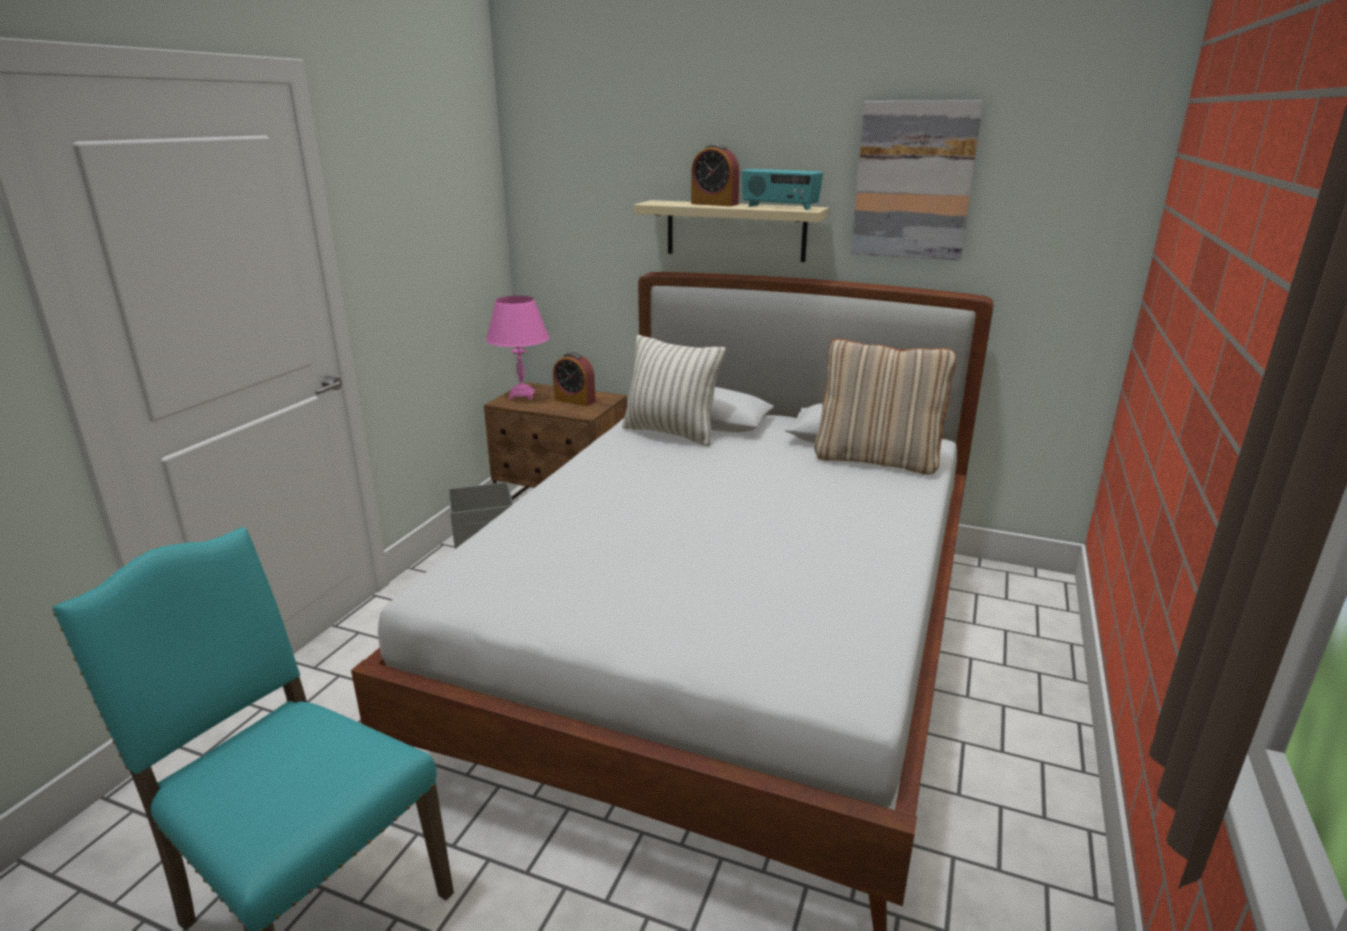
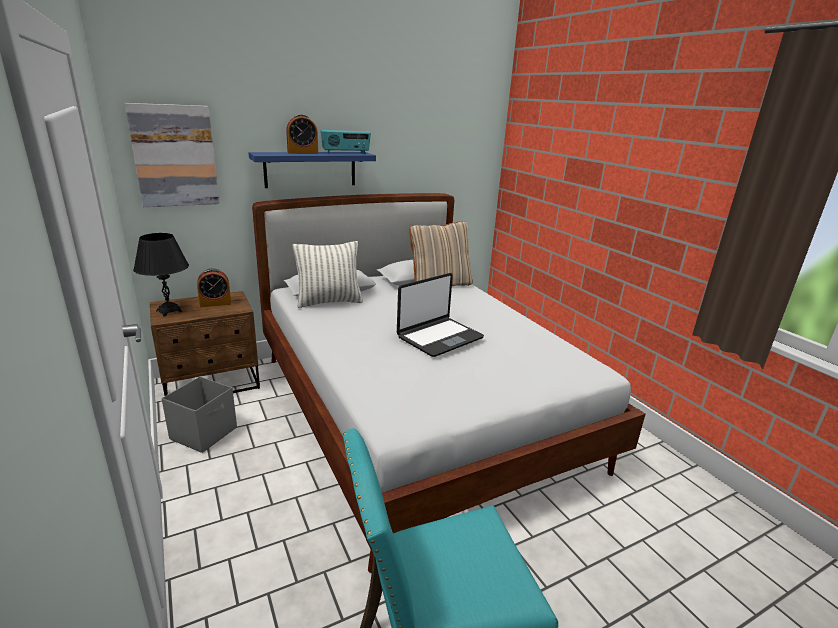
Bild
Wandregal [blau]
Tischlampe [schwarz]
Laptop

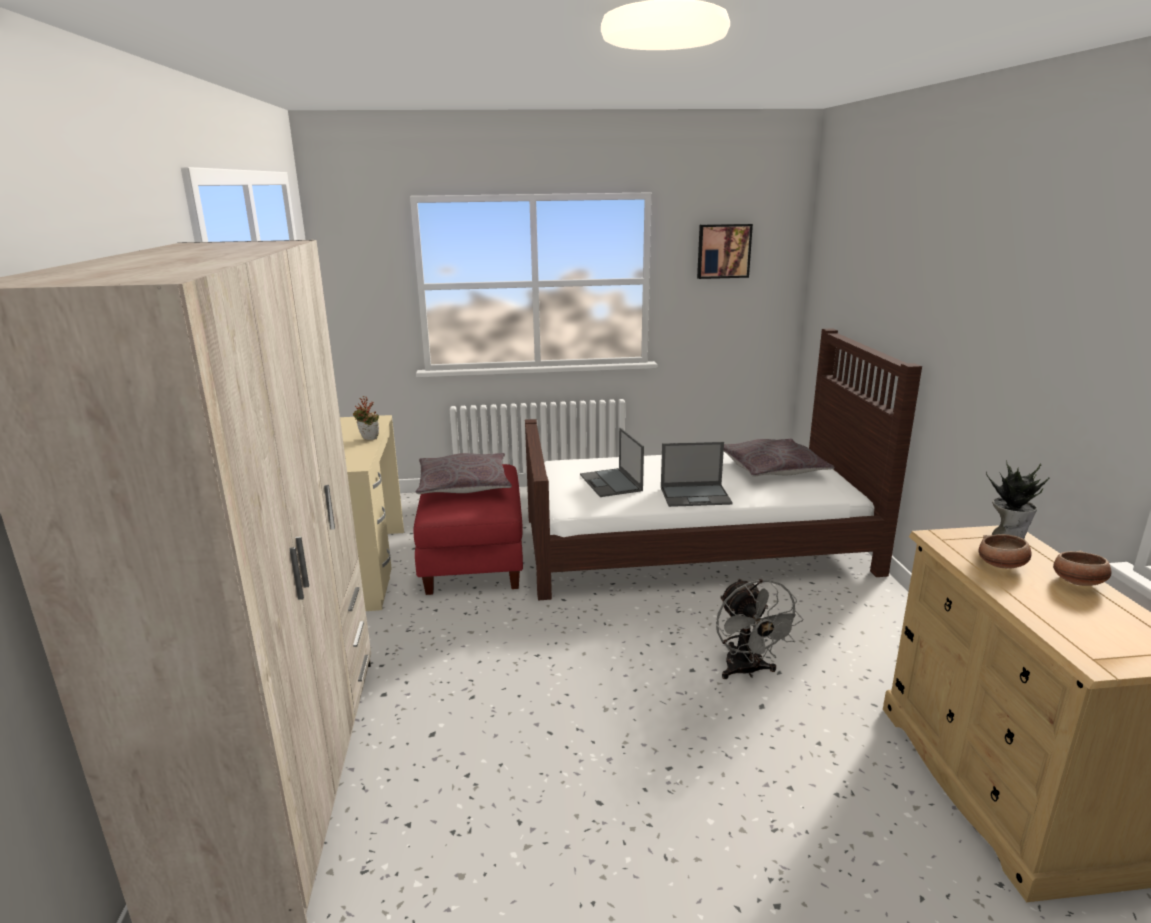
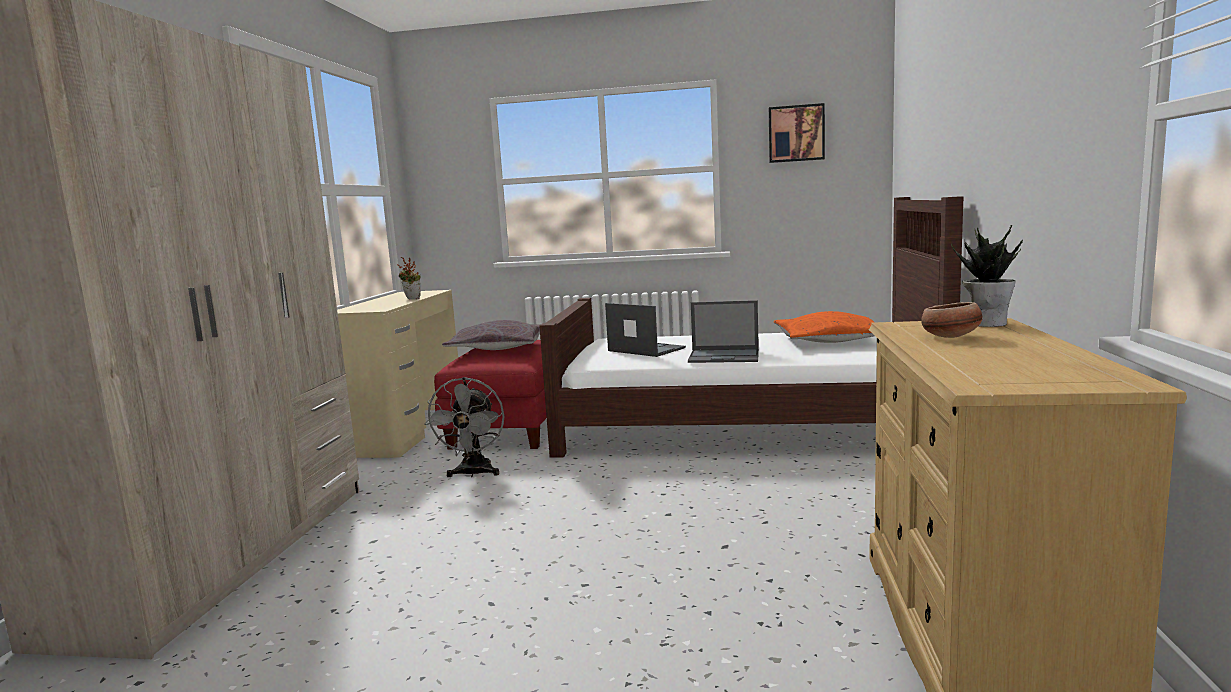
Laptop (1st from left)
Kissen [orange]
Schüssel (2nd from left in the first image)
Ventilator [grau]

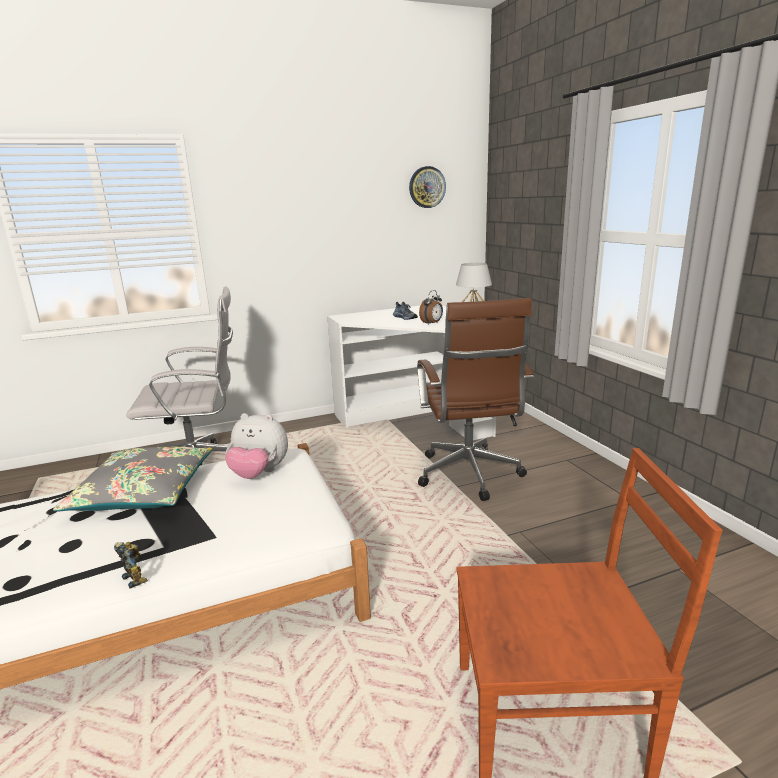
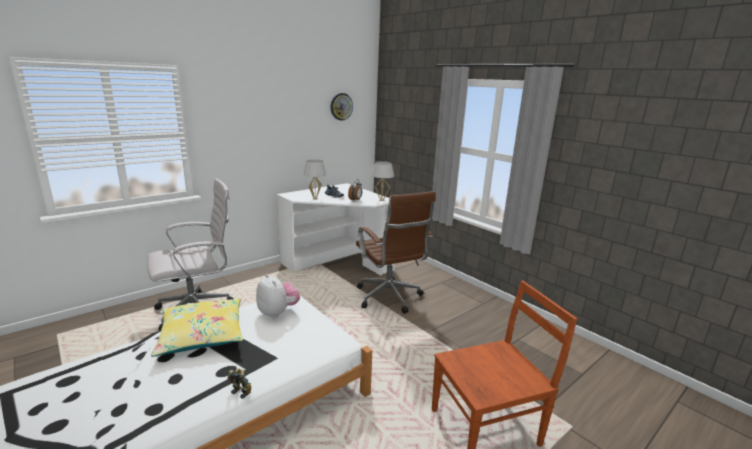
Plüschtier
Kissen [gelb]
Tischlampe [weiß] (1st from left)

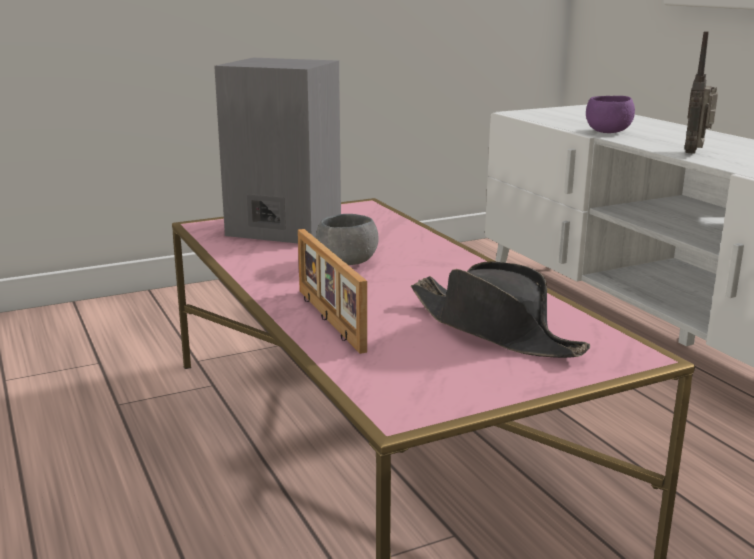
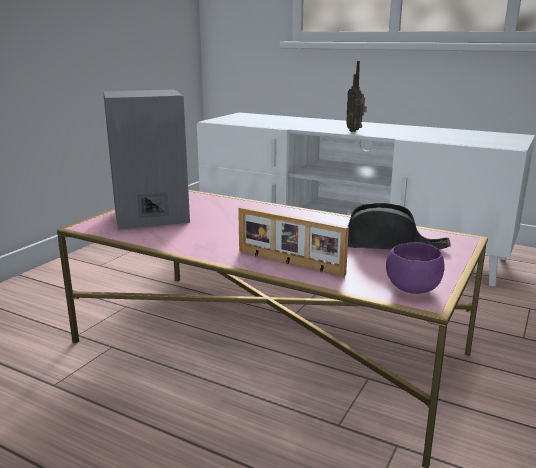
Schüssel [lila]
Schüssel [grau]

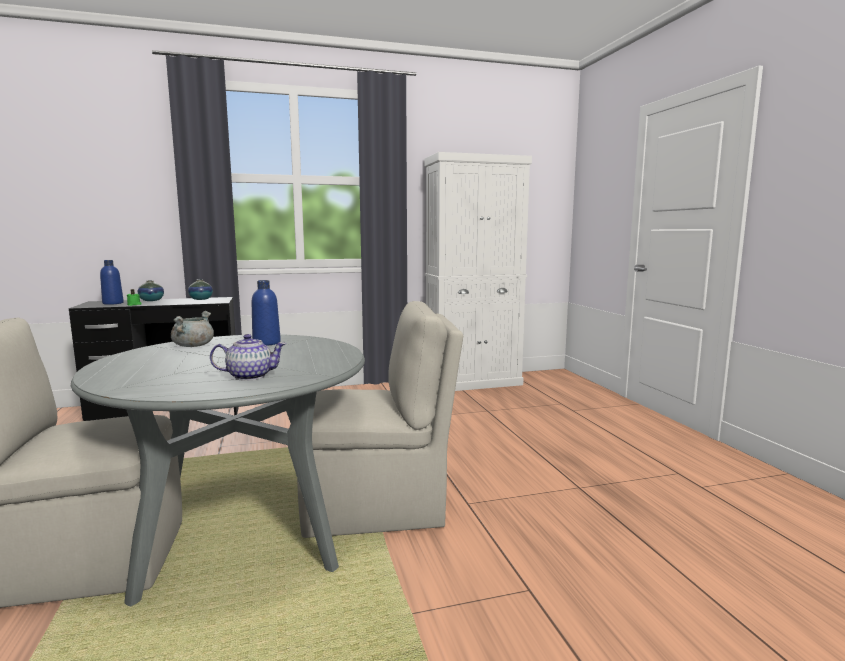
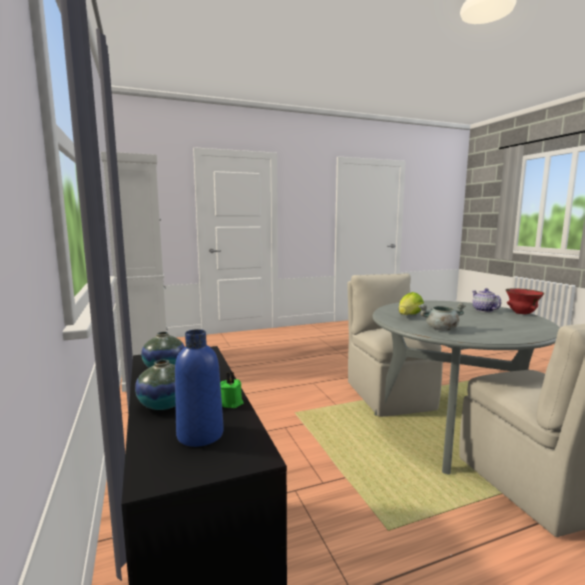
Salatkopf
Schüssel [rot]

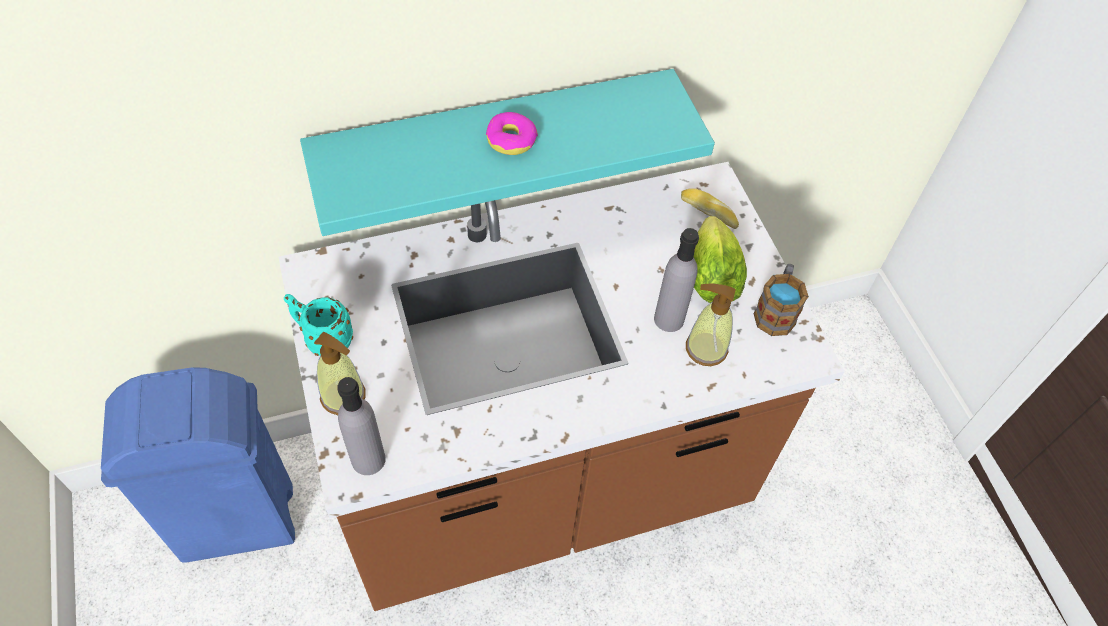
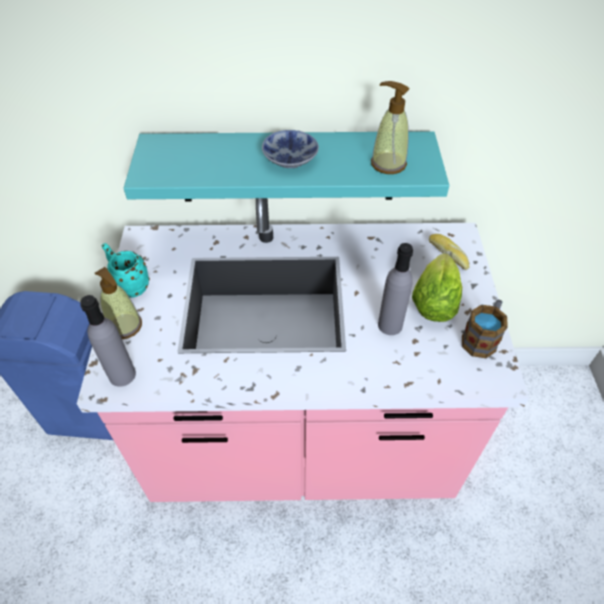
Schüssel
Küchenzeile [rosa]
Seifenspender (2nd from left)

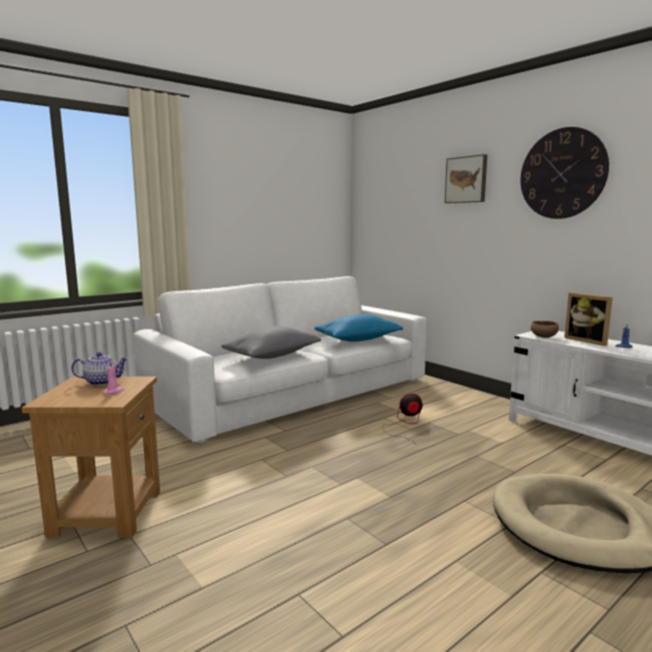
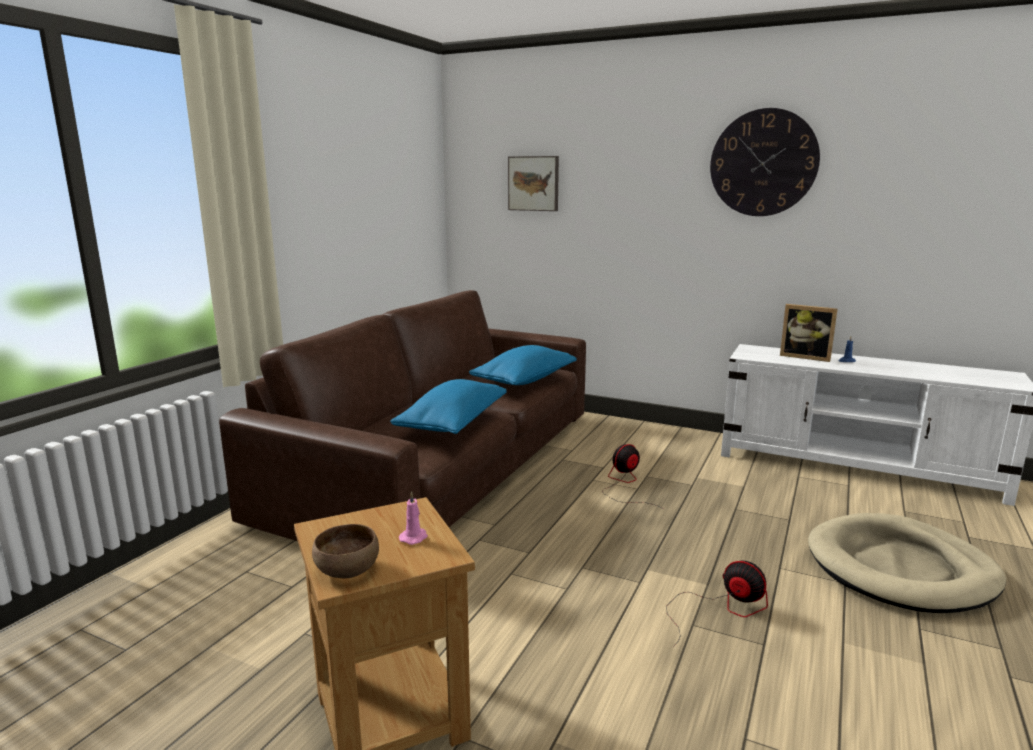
Bild
Sofa [braun]
Schüssel [braun]
Kissen [blau] (1st from left)
Teekanne
Ventilator (2nd from left)

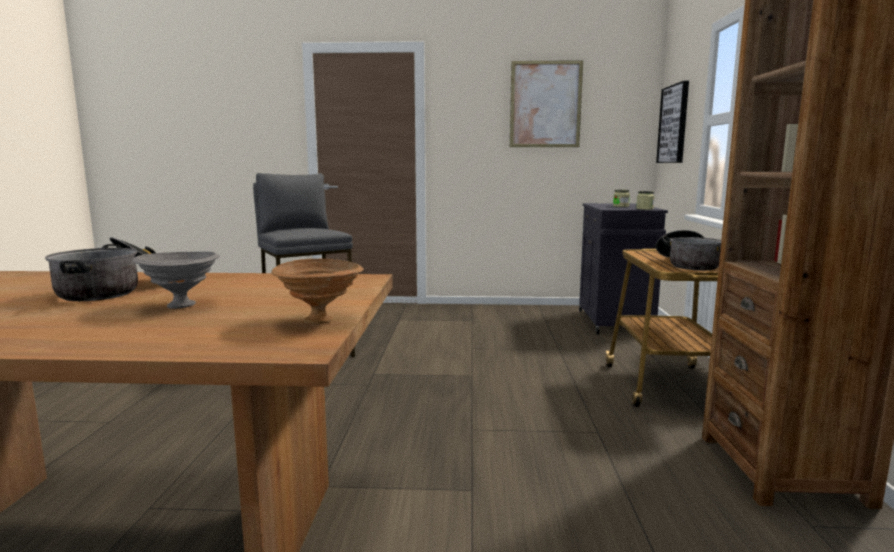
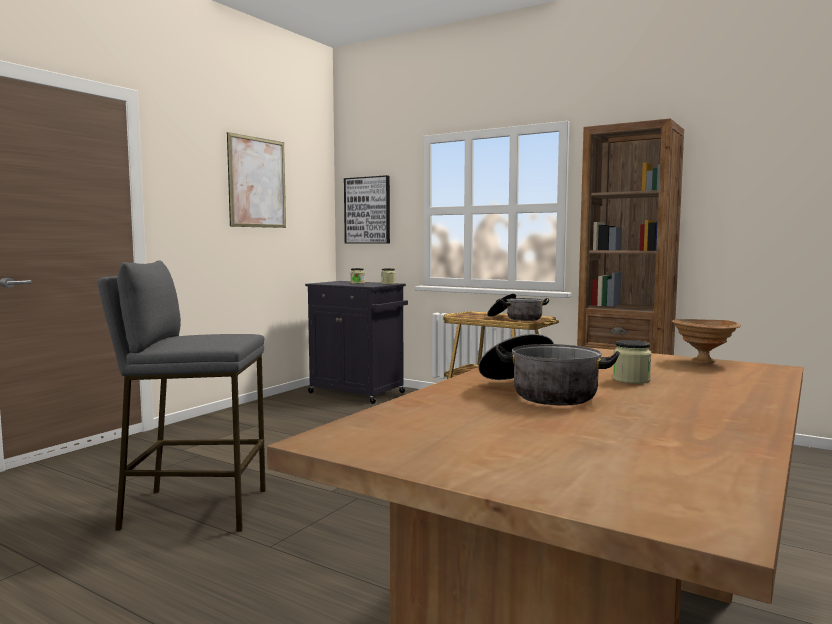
Vorratsglas (3rd from left)

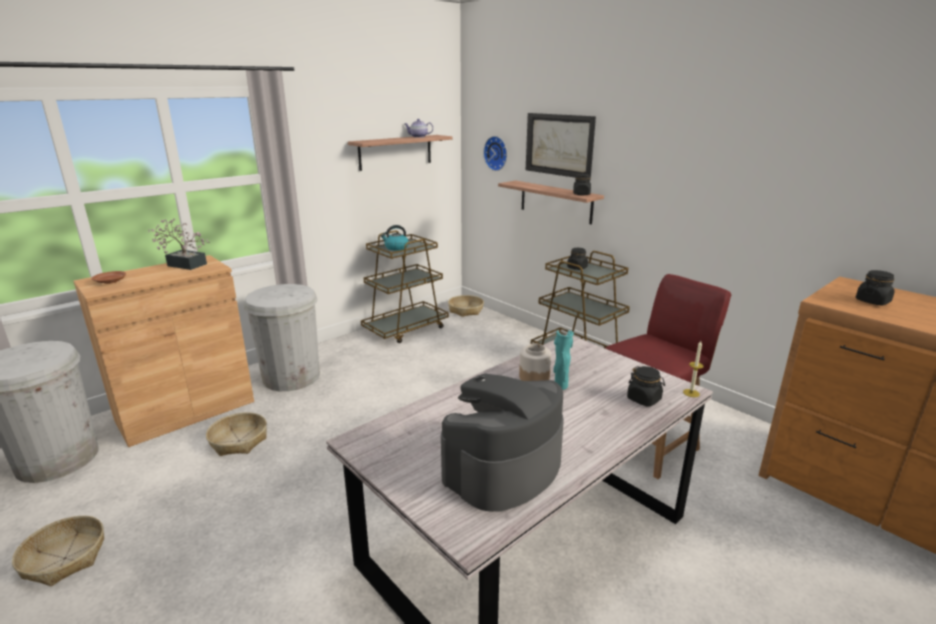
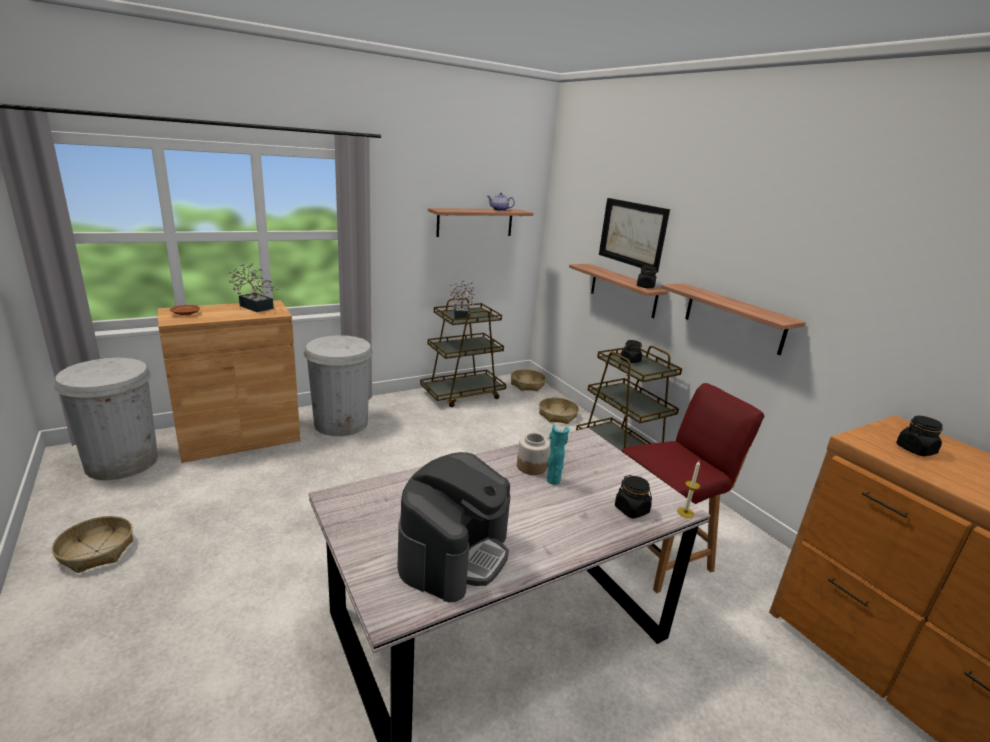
Wanduhr
Topfpflanze (2nd from left)
Kaffeemaschine
Korb (3rd from left)
Wandregal (3rd from left)

